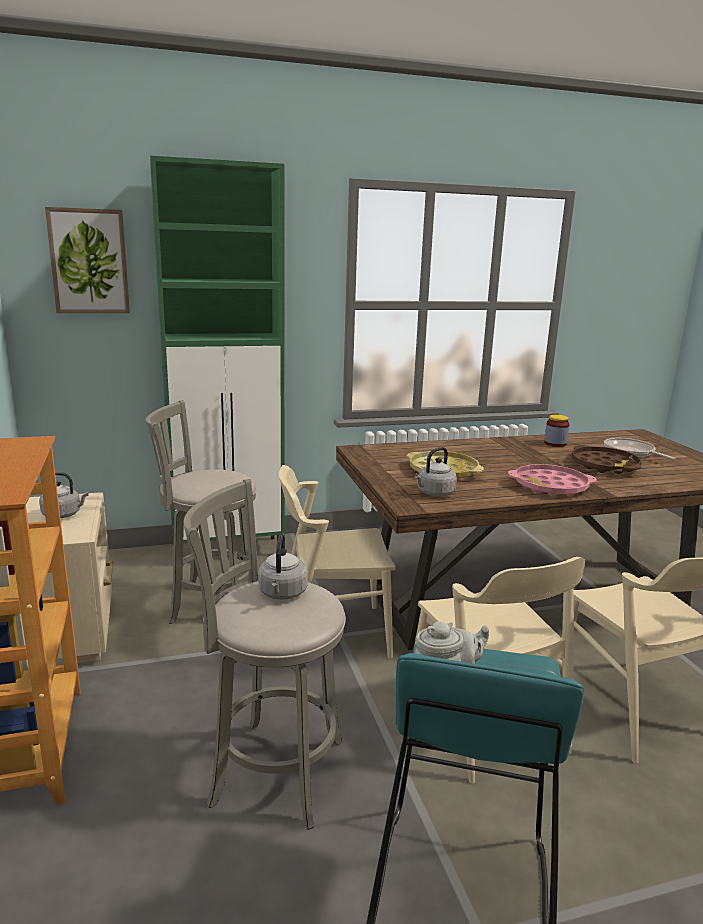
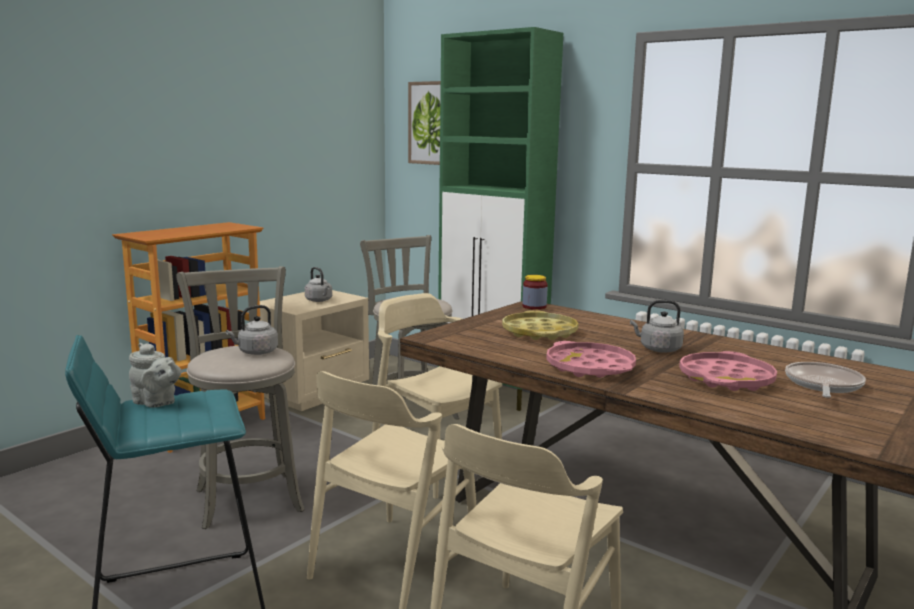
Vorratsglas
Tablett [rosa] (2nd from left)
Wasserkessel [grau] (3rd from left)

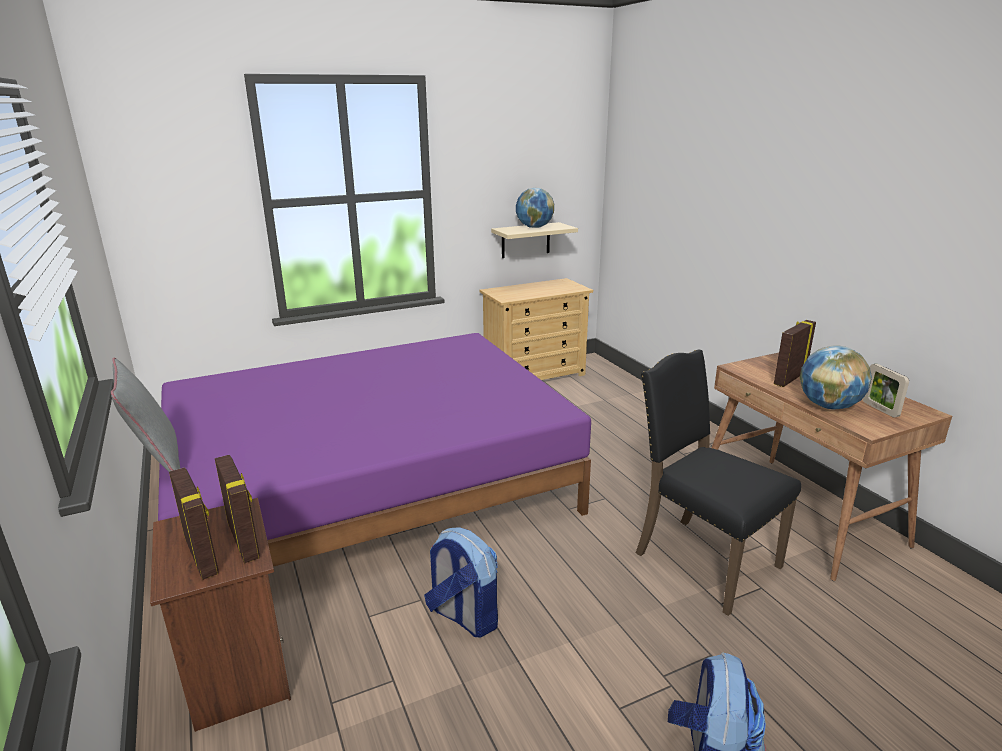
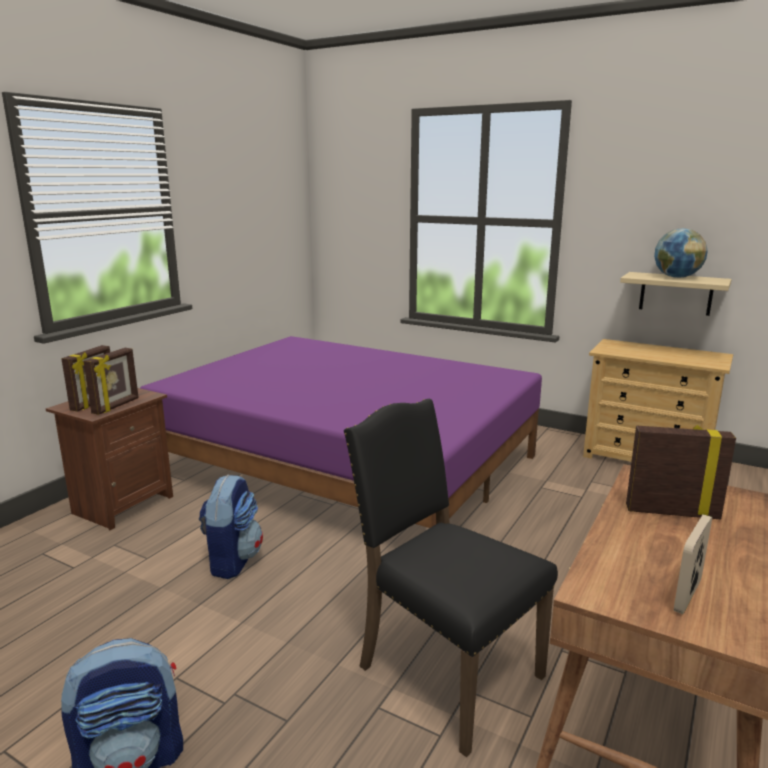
Globus (2nd from left in the first image)
Stuhl [schwarz]
Kissen [grau]

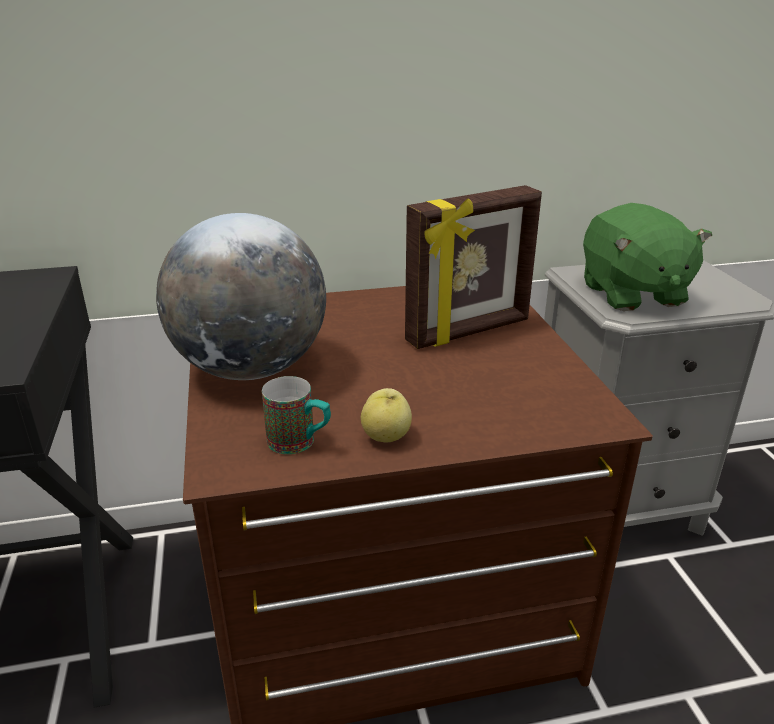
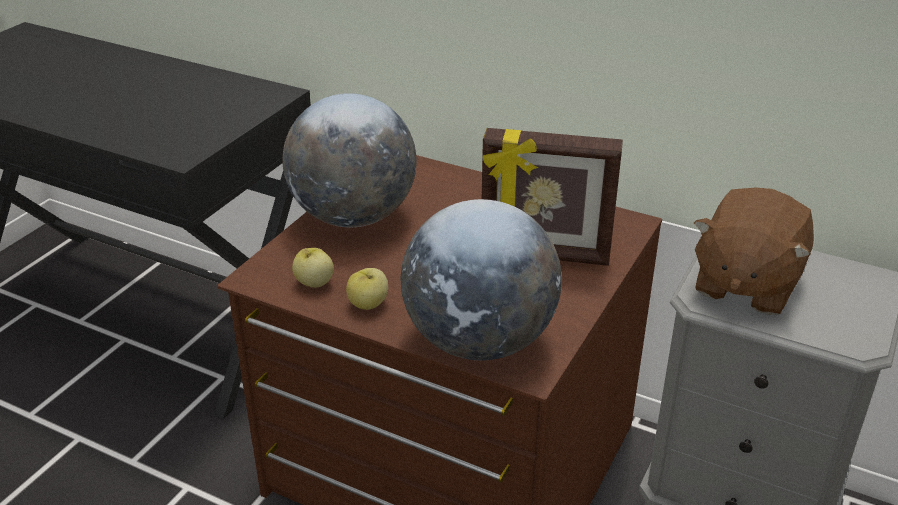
Plüschtier [braun]
Apfel (1st from left)
Globus (2nd from left)

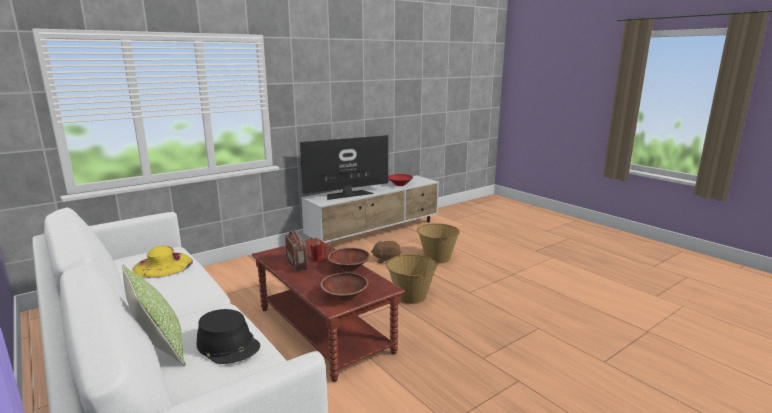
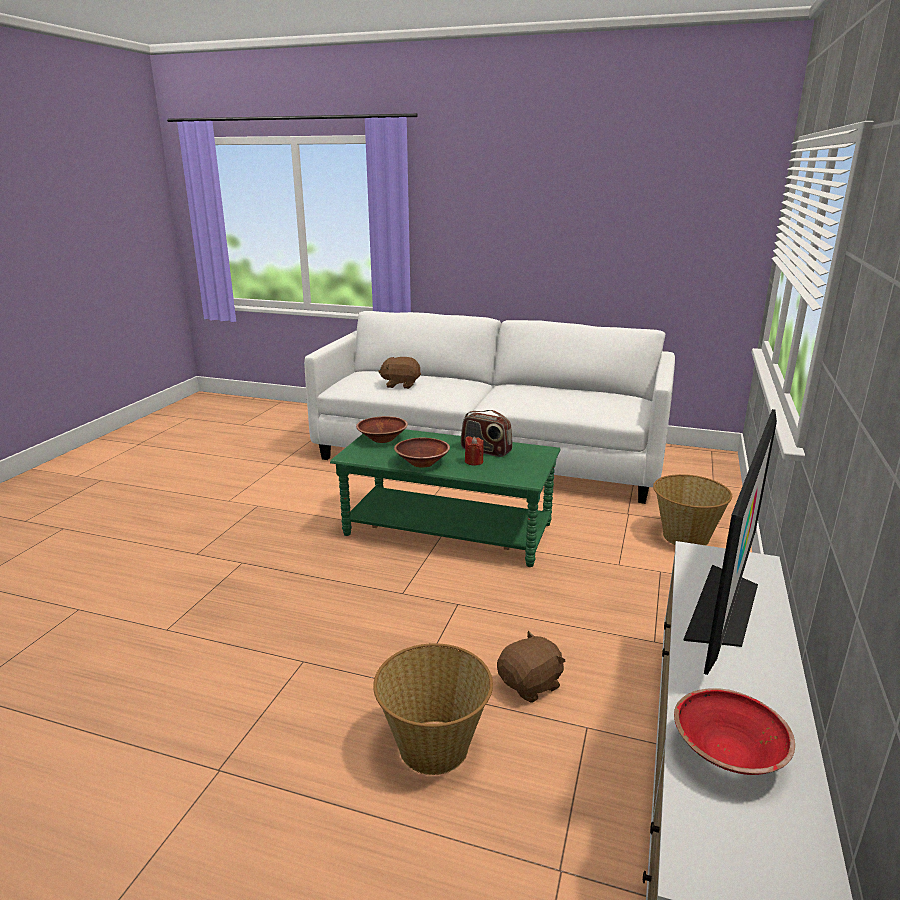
Couchtisch [grün]
Hut [gelb]
Korb (2nd from left)
Kissen
Plüschtier [braun] (1st from left)

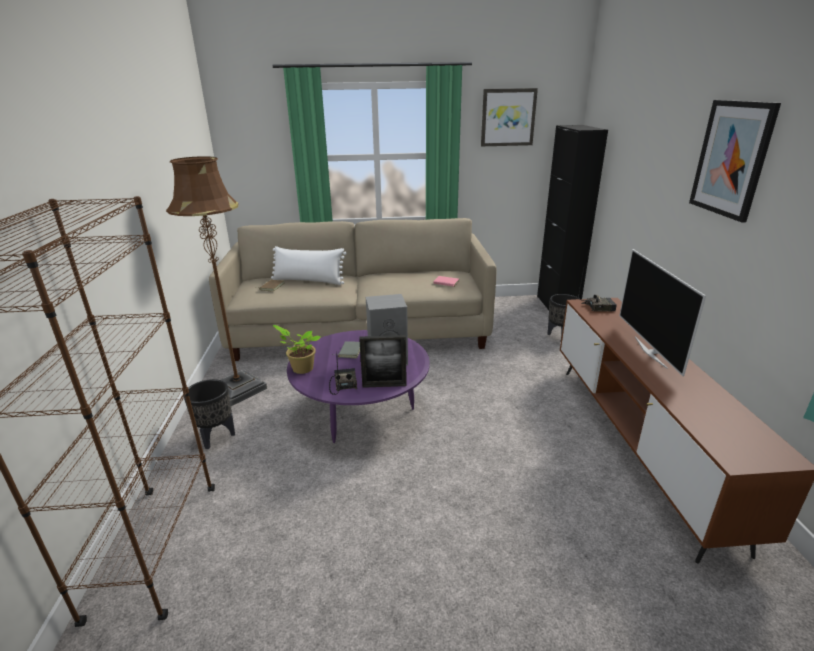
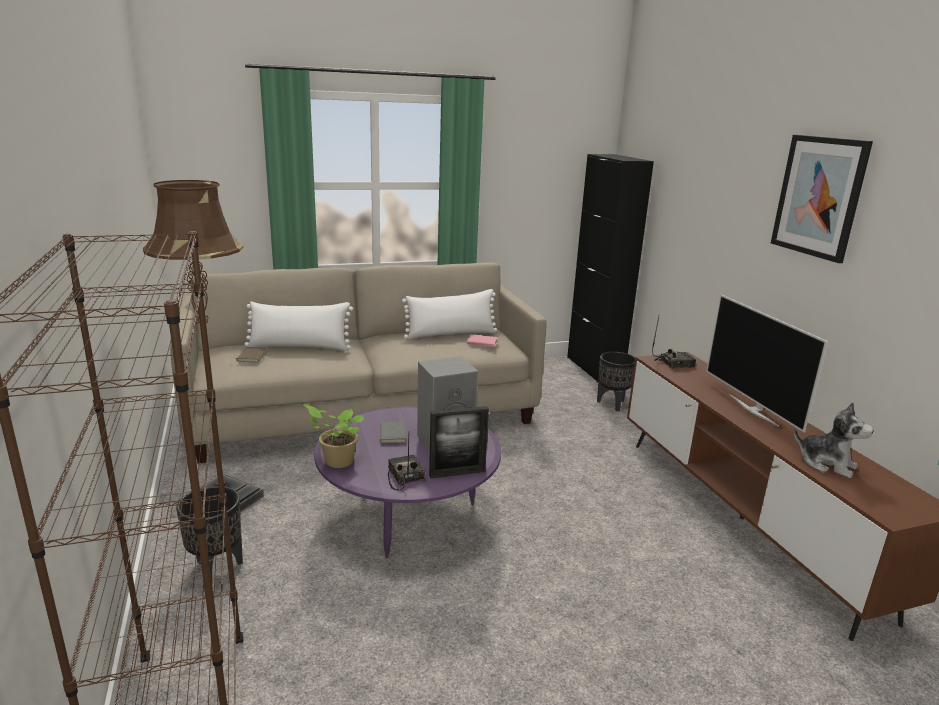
Bild (1st from left in the first image)
Kissen [weiß] (2nd from left)
Plüschtier

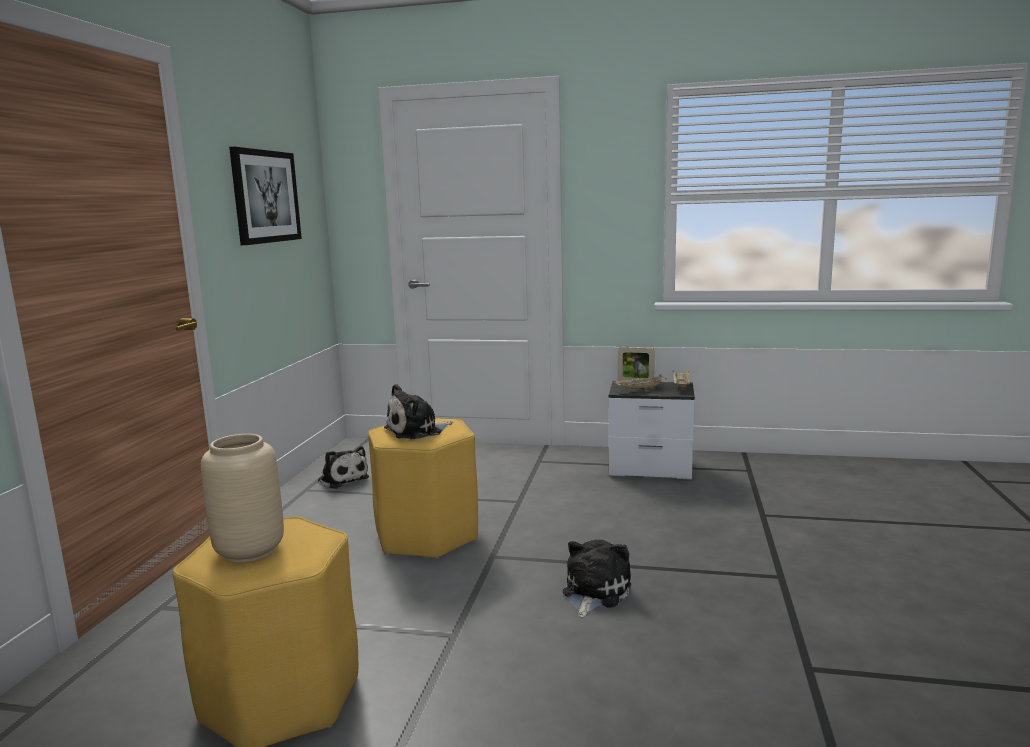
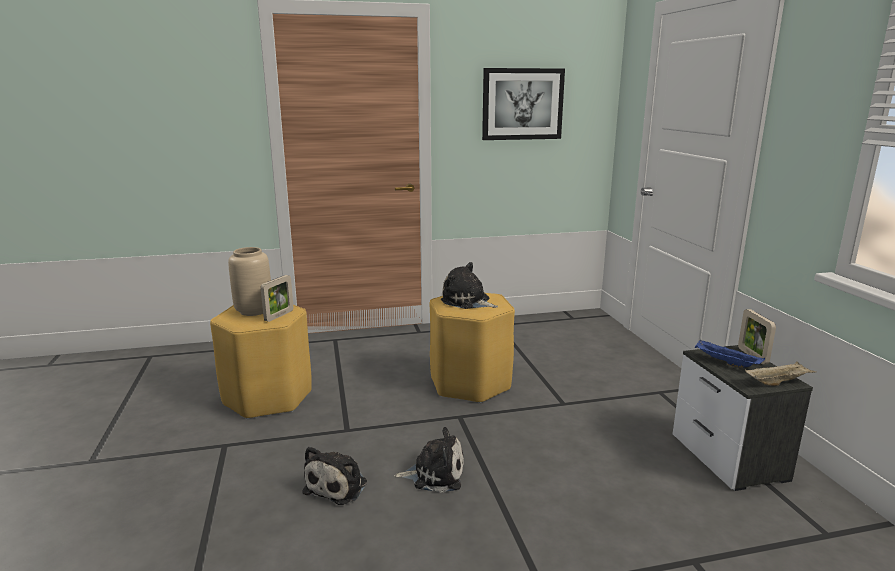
Tablett [blau]
Plüschtier (1st from left)
Bilderrahmen (1st from left)

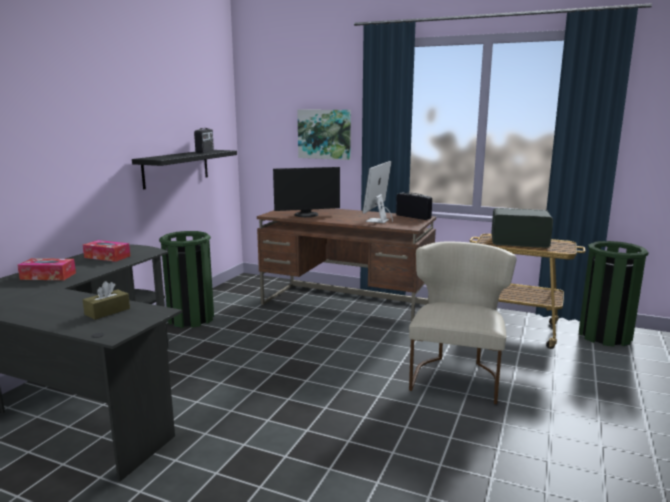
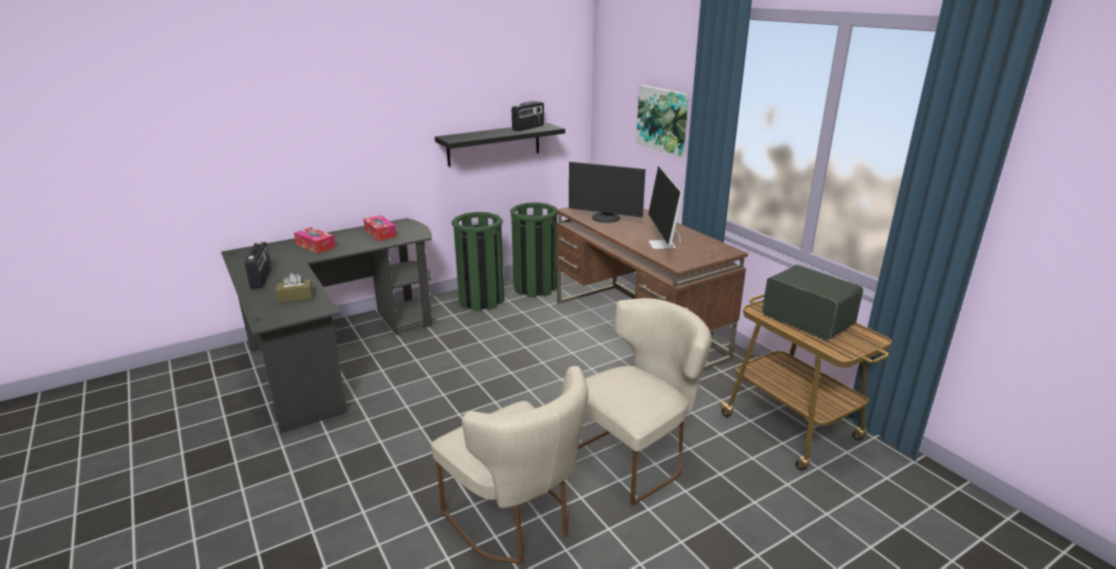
Monitor (2nd from left)
Radio (1st from left)
Mülleimer [grün] (2nd from left)
Stuhl [beige] (1st from left)

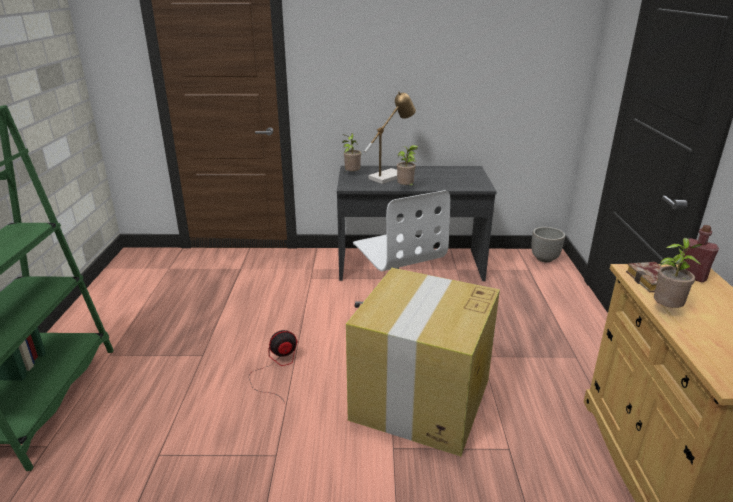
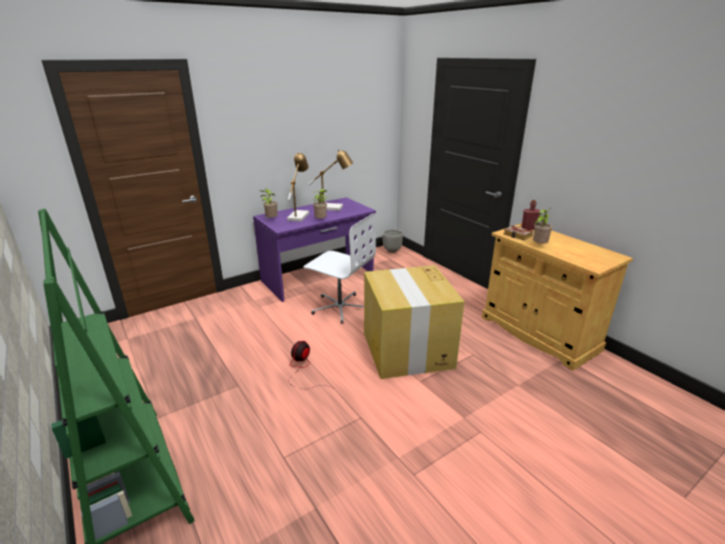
Schreibtisch [lila]
Tischlampe (2nd from left)

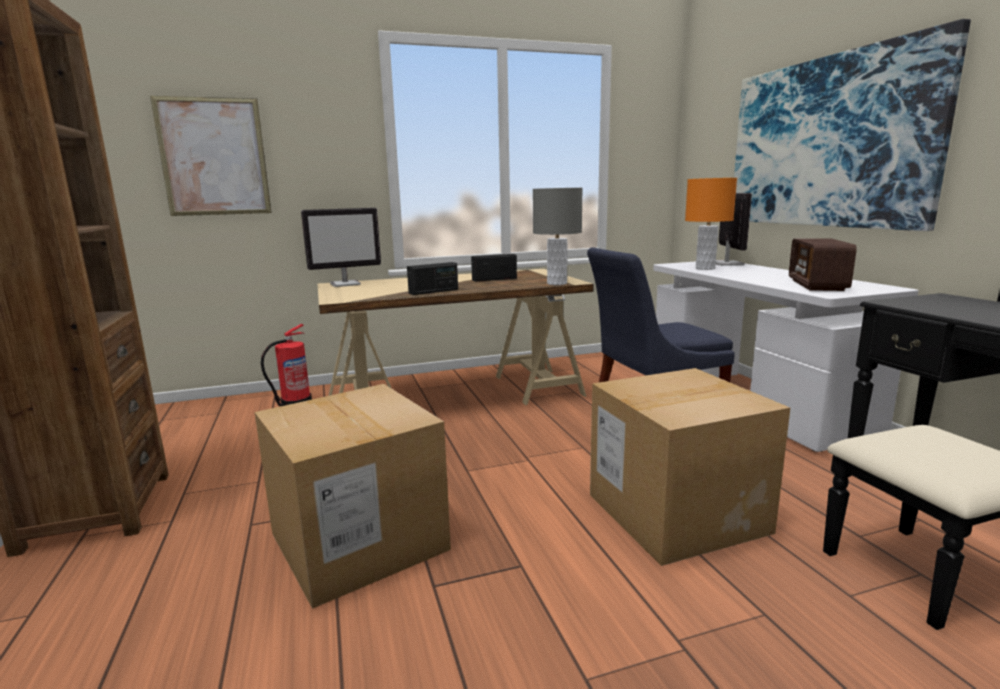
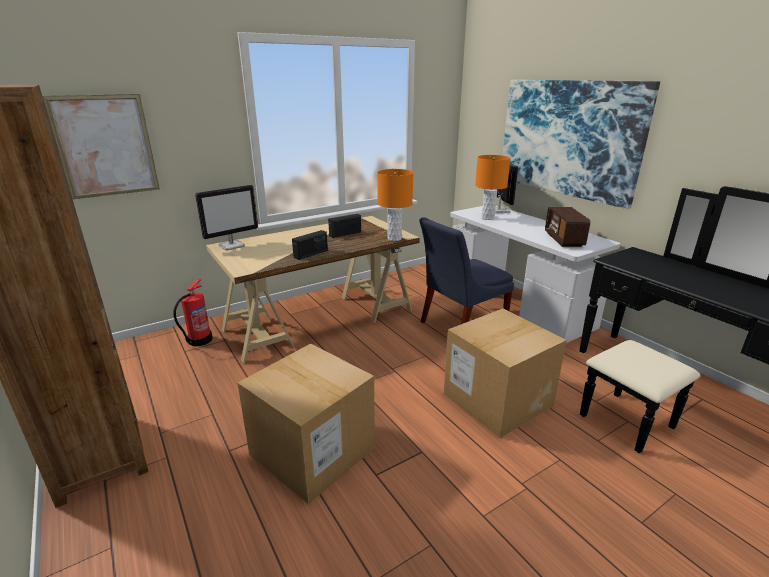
Tischlampe [orange] (1st from left)

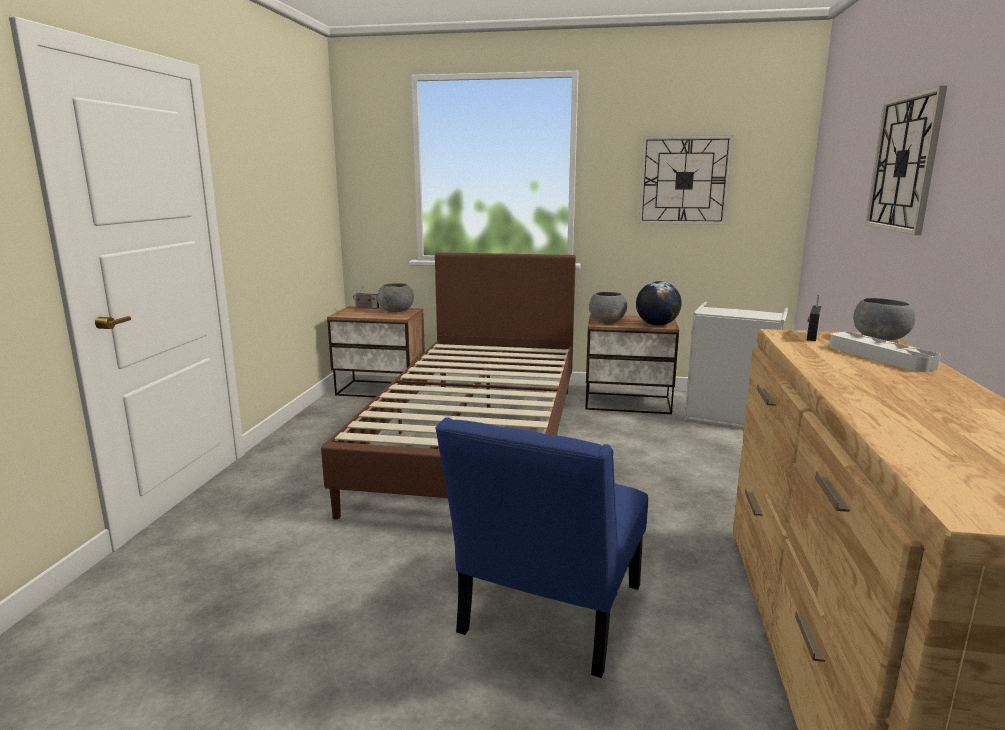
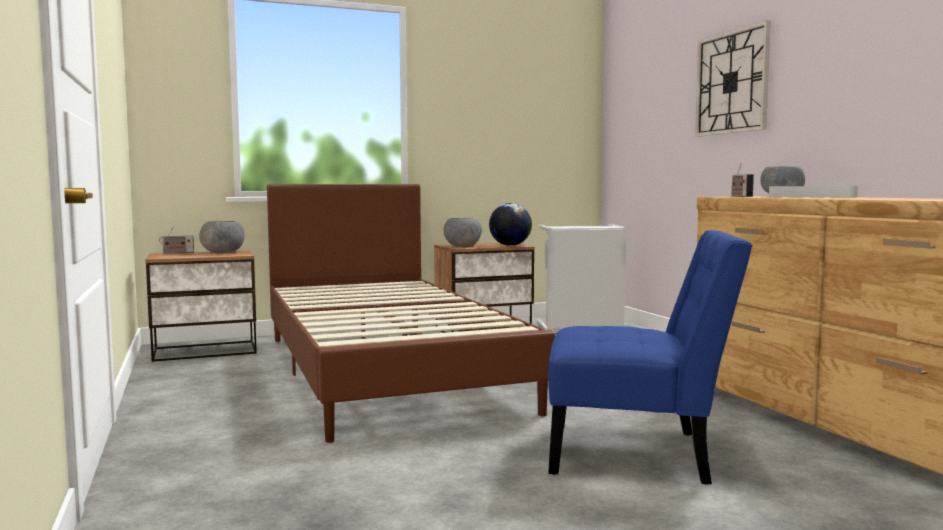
Wanduhr (1st from left in the first image)
Stuhl [blau]

